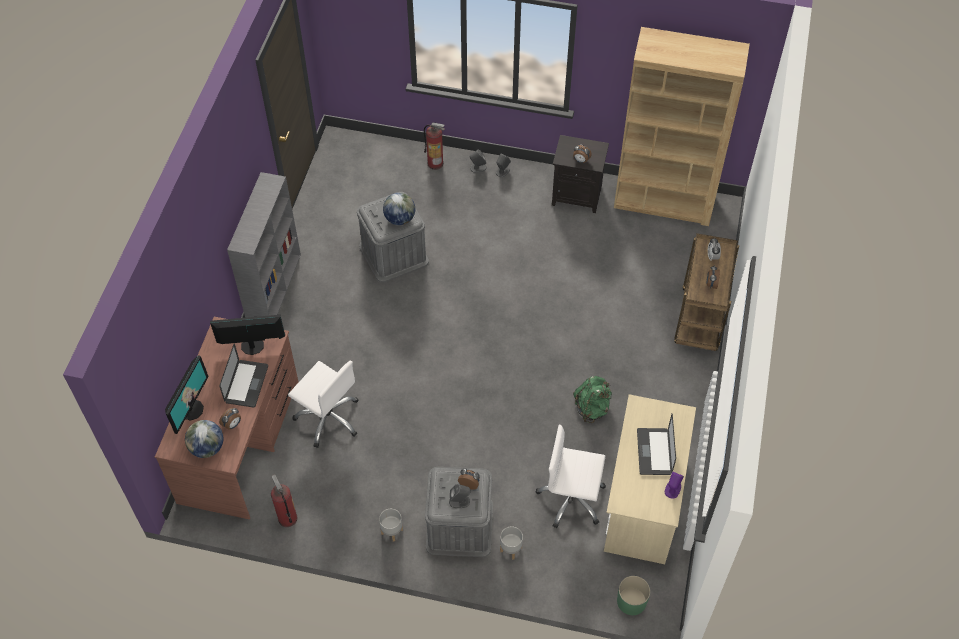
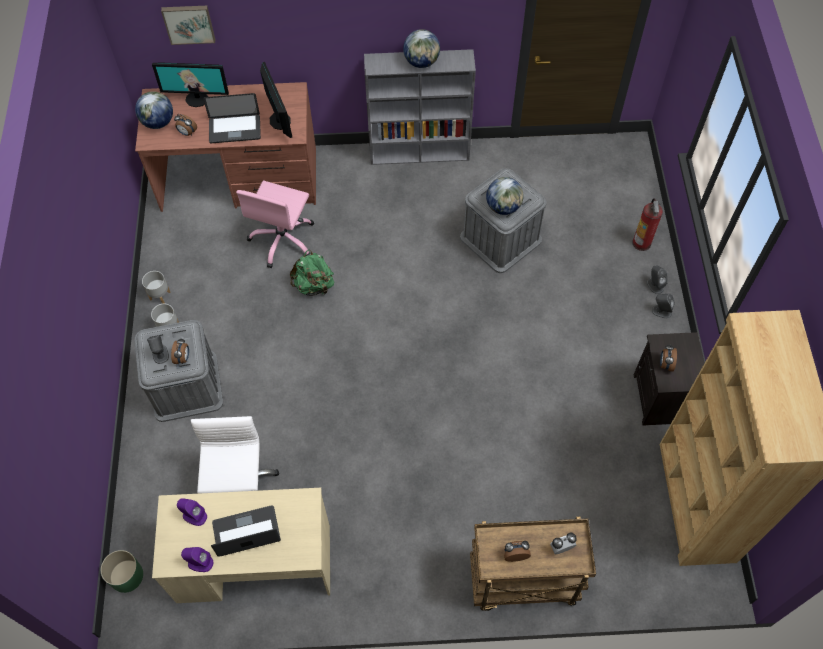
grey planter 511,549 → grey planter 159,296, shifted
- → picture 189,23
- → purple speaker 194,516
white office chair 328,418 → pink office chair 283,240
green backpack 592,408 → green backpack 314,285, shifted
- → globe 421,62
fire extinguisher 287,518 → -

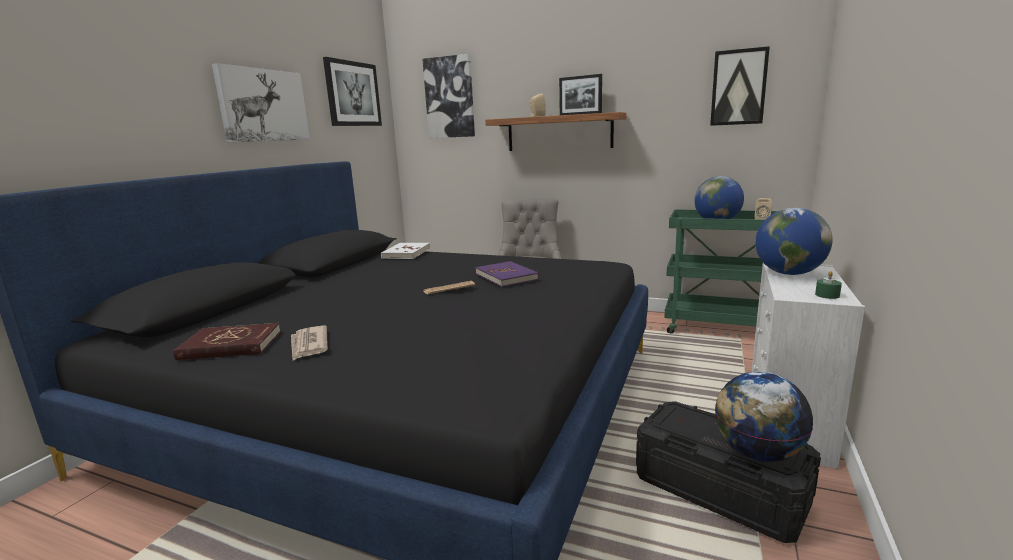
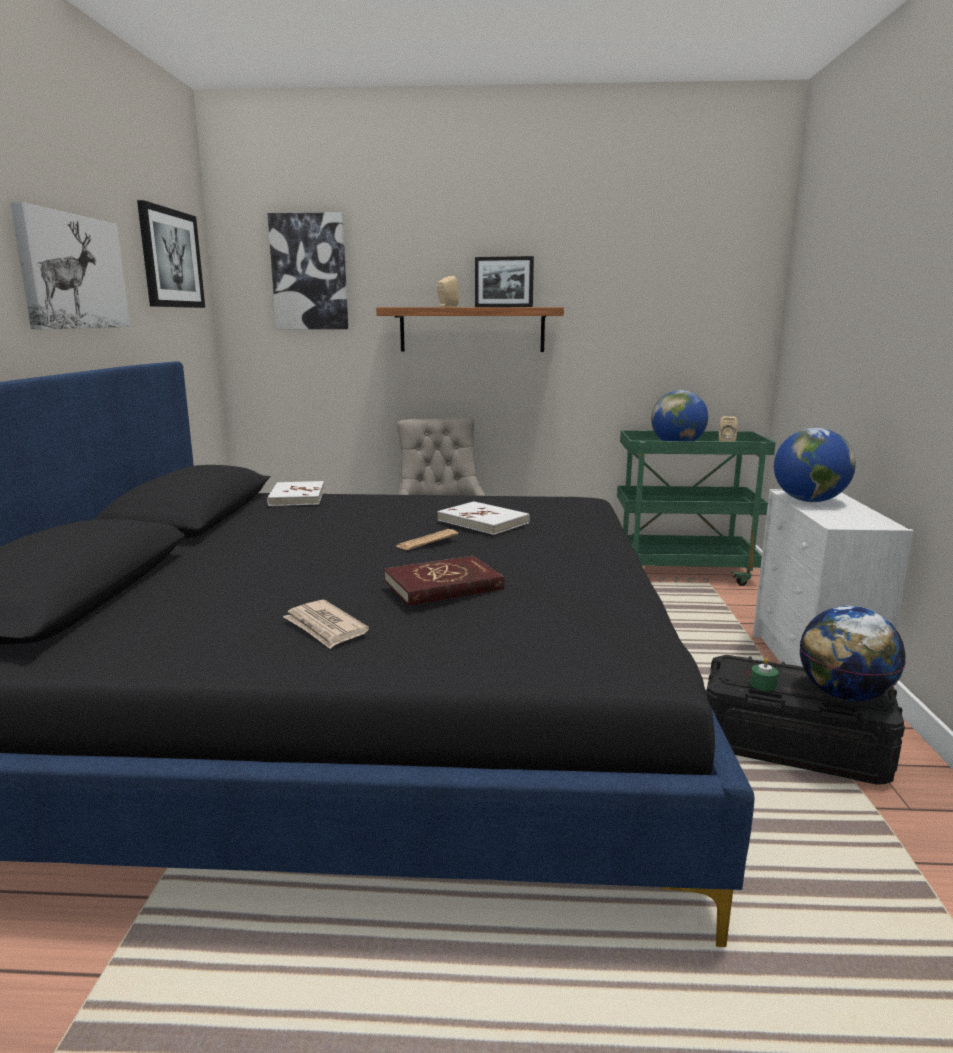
red book 230,345 → red book 443,585, shifted
purple book 506,277 → white book 483,522
green candle 827,295 → green candle 763,685, shifted
picture 738,87 → -

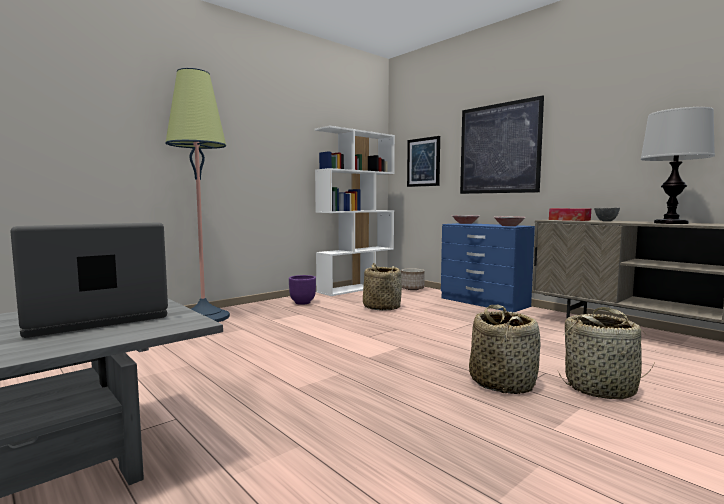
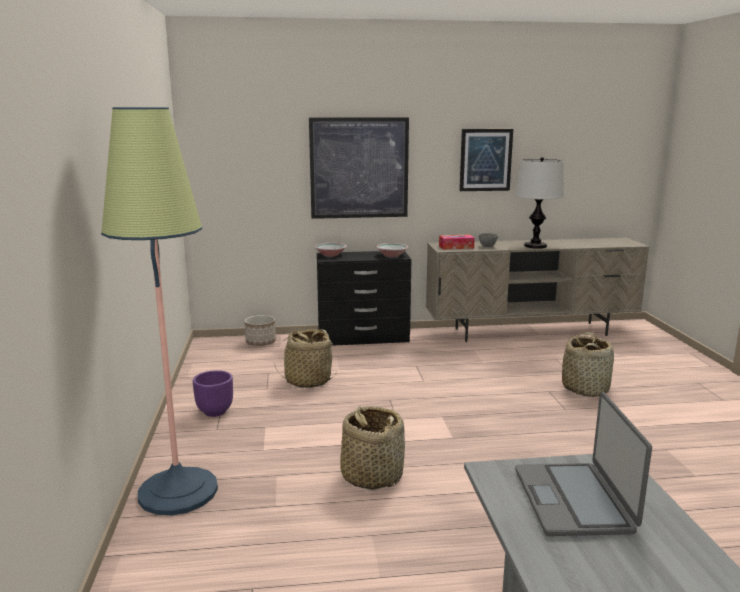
blue dresser 484,302 → black dresser 363,338
basket 502,382 → basket 371,475, shifted
picture 423,162 → picture 485,160, shifted
white bookcase 356,288 → -

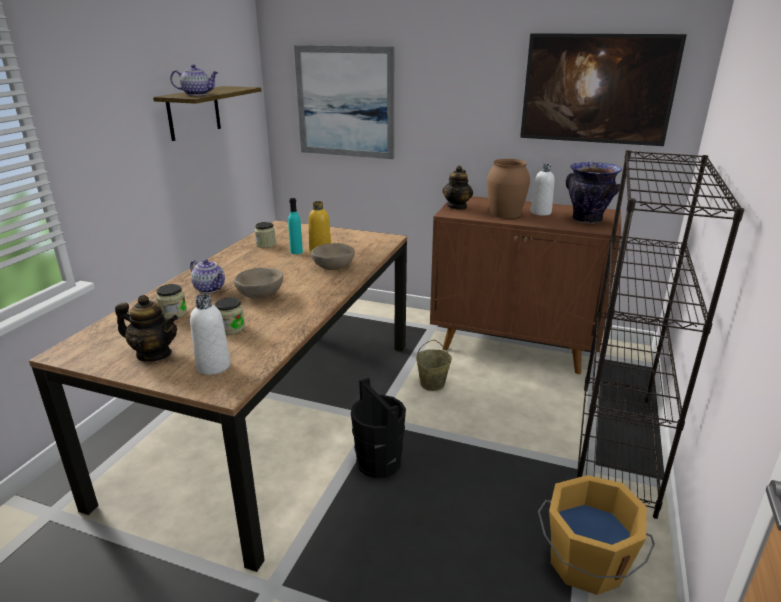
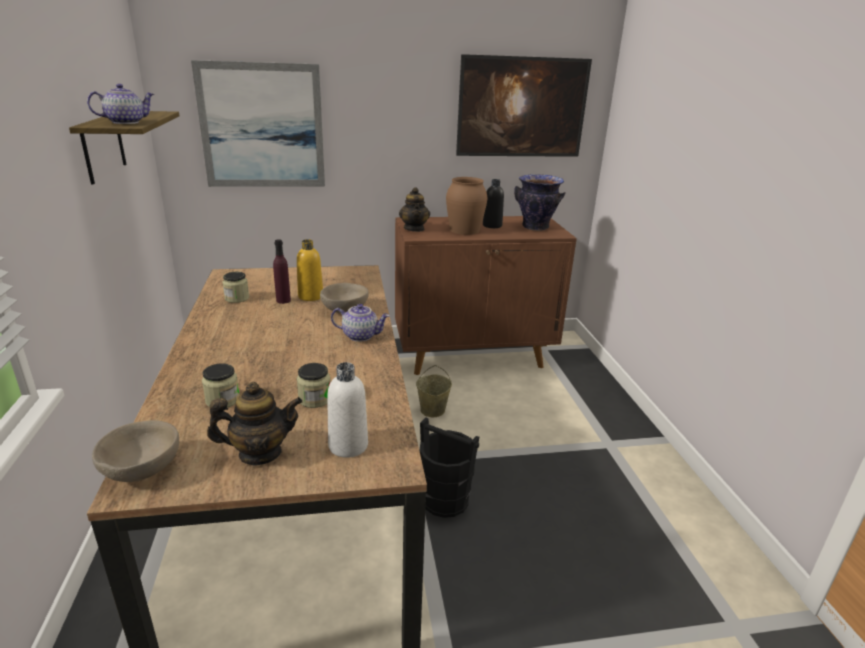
beige bowl 261,295 → beige bowl 142,469, shifted
turquoise bottle 296,252 → purple bottle 283,300
teapot 210,288 → teapot 361,336, shifted
white bottle 540,212 → black bottle 492,225
orange bucket 586,564 → -
black bookcase 616,445 → -

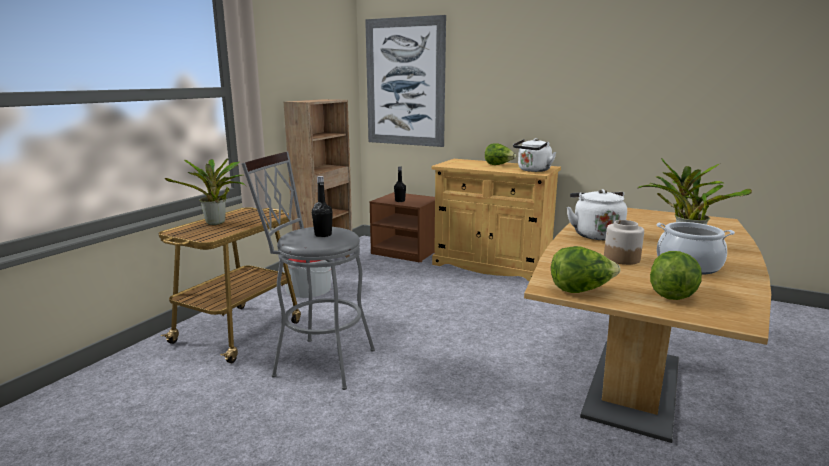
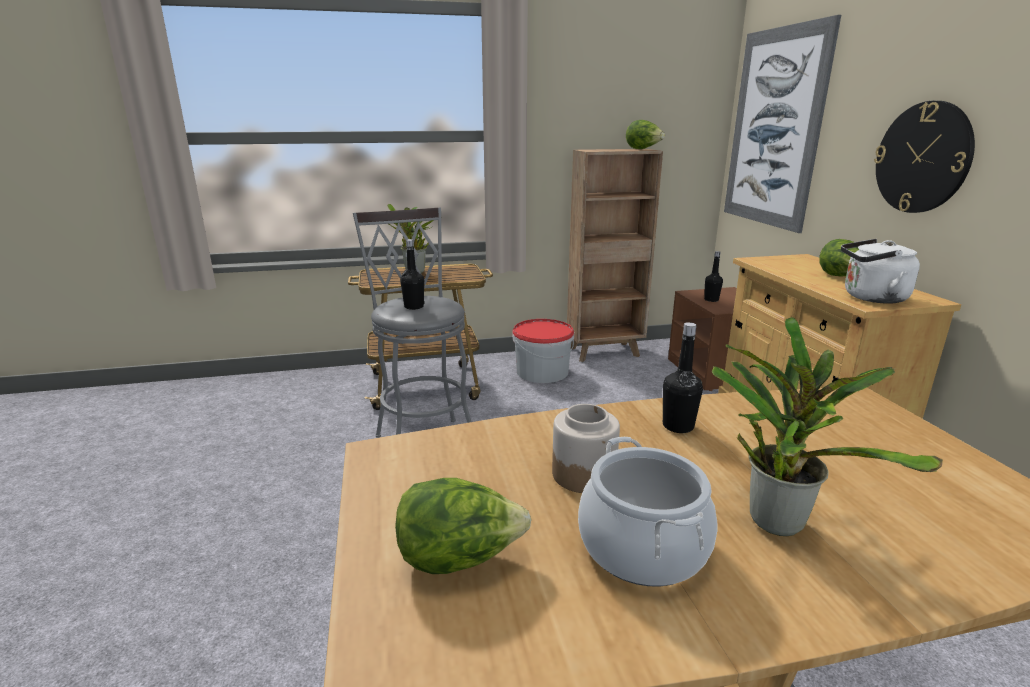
lettuce 581,290 → lettuce 643,149, shifted
white kettle 595,234 → black bottle 678,426
- → wall clock 922,158

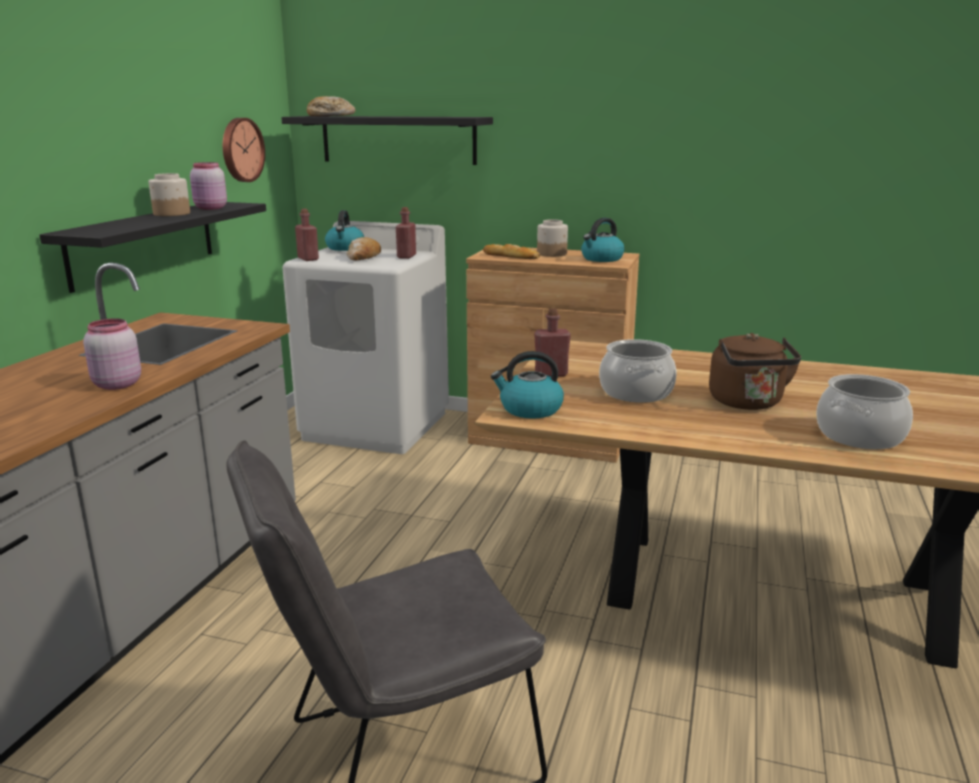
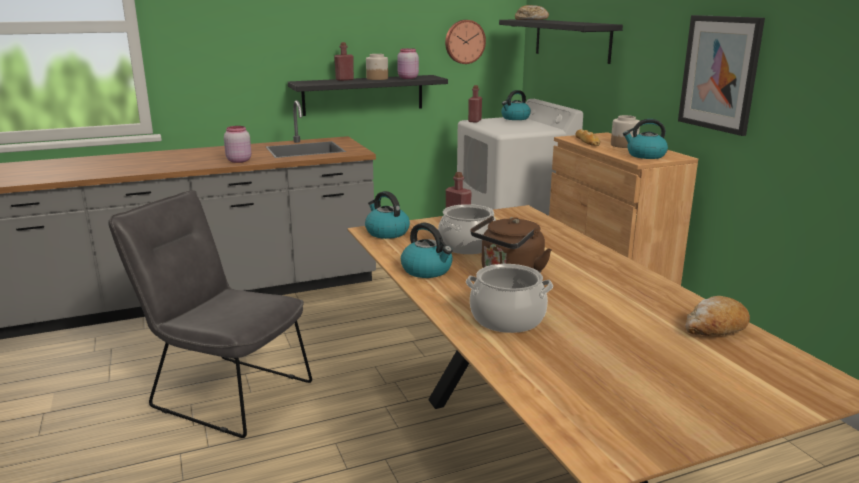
red bottle 406,256 → red bottle 344,80, shifted
- → kettle 427,270
- → picture 719,73
bread 363,258 → bread 715,328, shifted

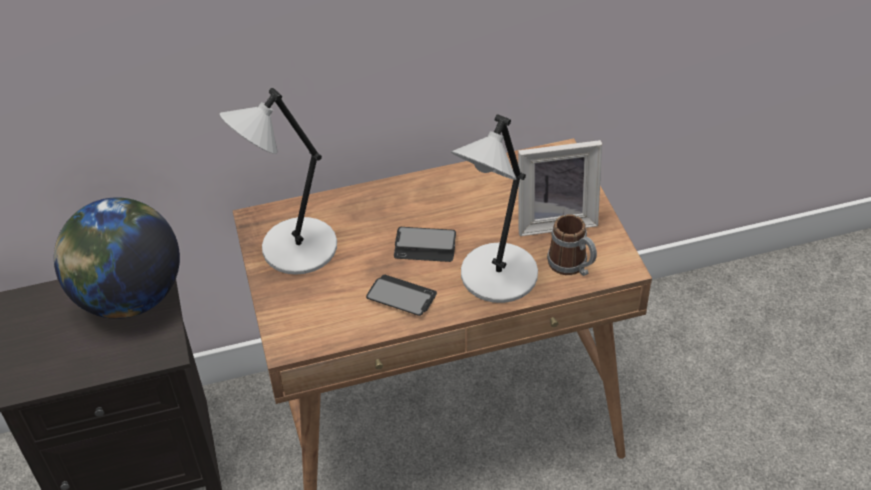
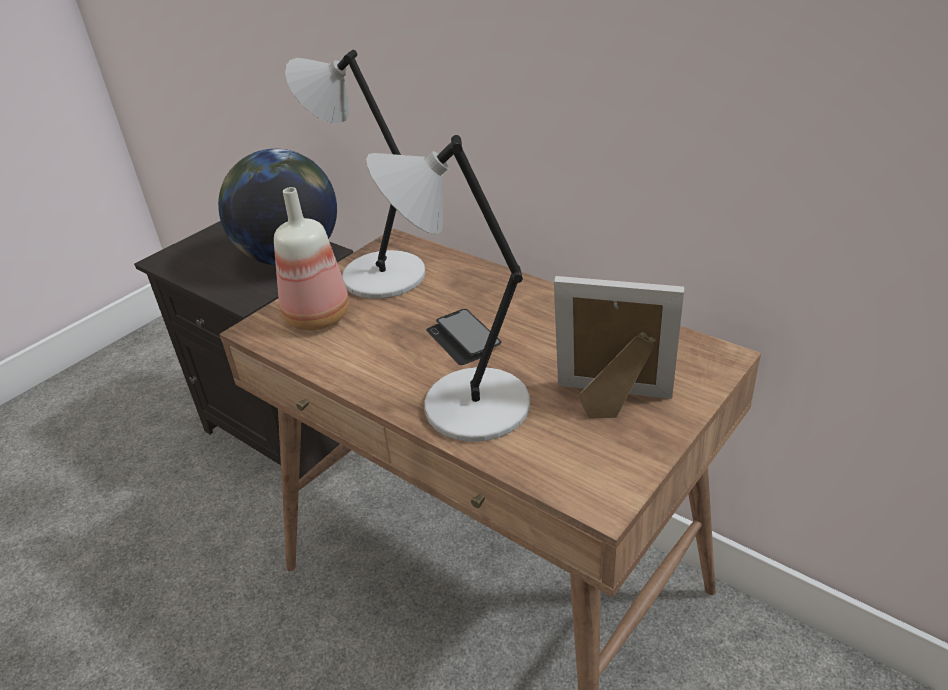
- → bottle 315,317
picture frame 555,219 → picture frame 611,403, 150 degrees clockwise
phone 401,296 → -
mug 572,266 → -

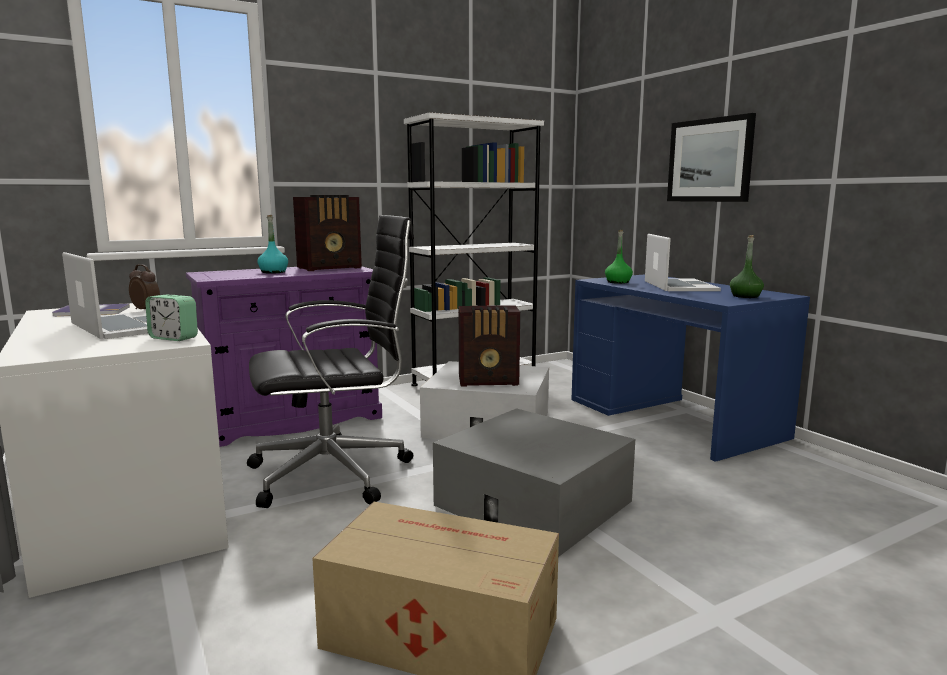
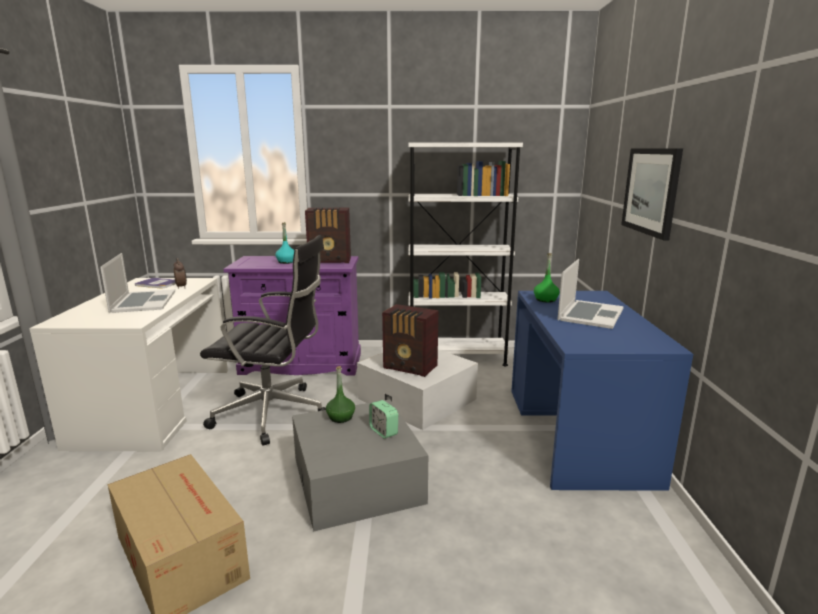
green bottle 745,296 → green bottle 340,417, shifted
alarm clock 173,338 → alarm clock 383,431, shifted

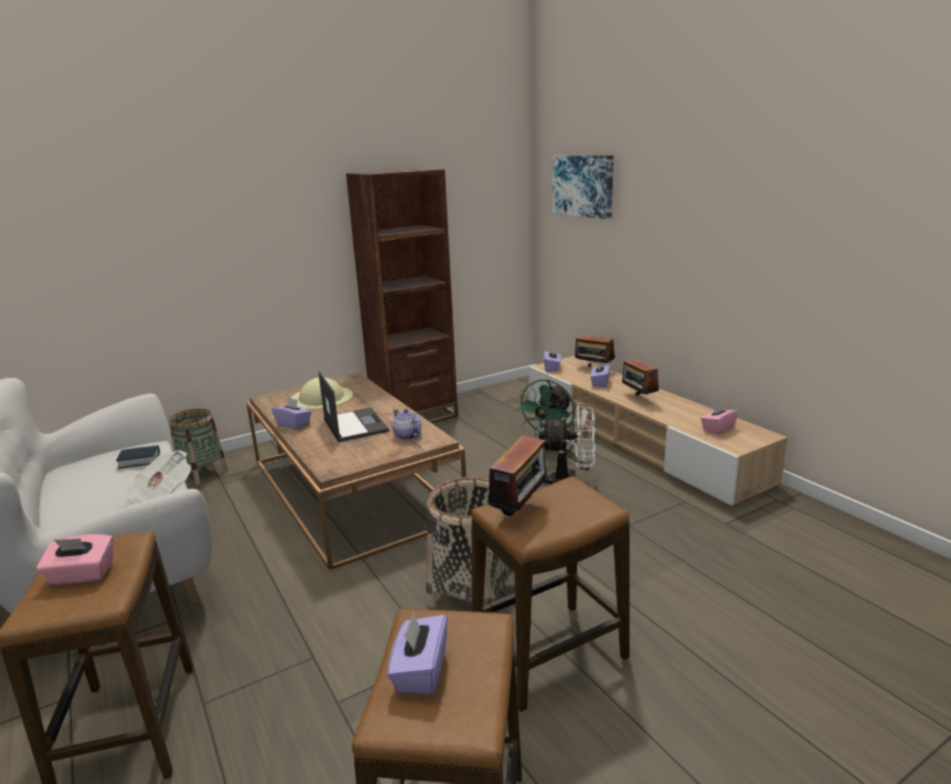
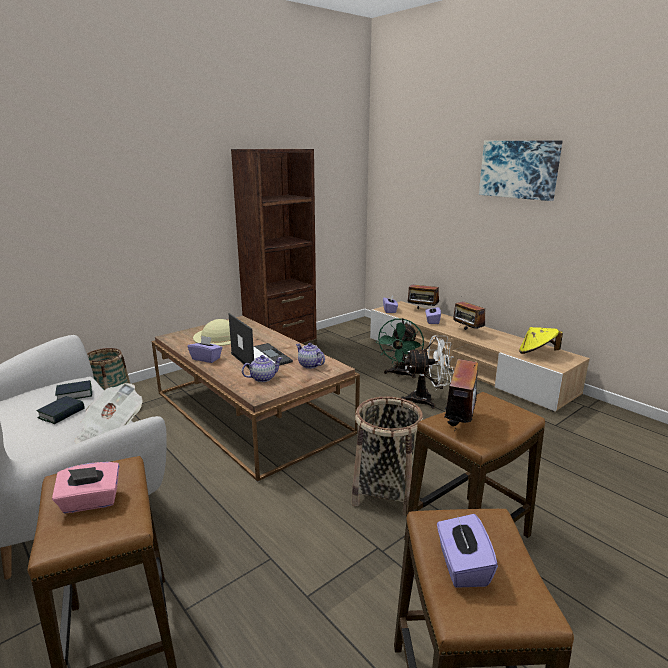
- → book 61,413
- → teapot 263,378
picture 583,186 → picture 519,169, shifted
pink tissue box 717,428 → yellow hat 537,353

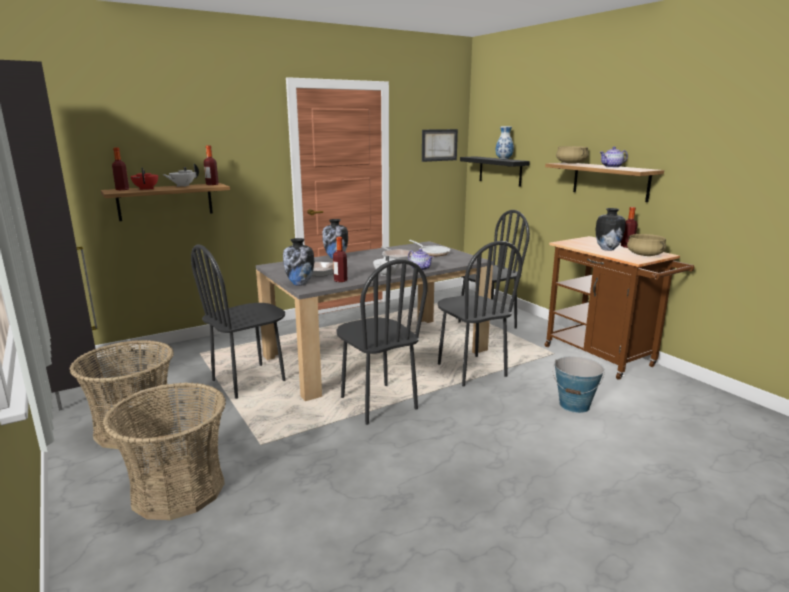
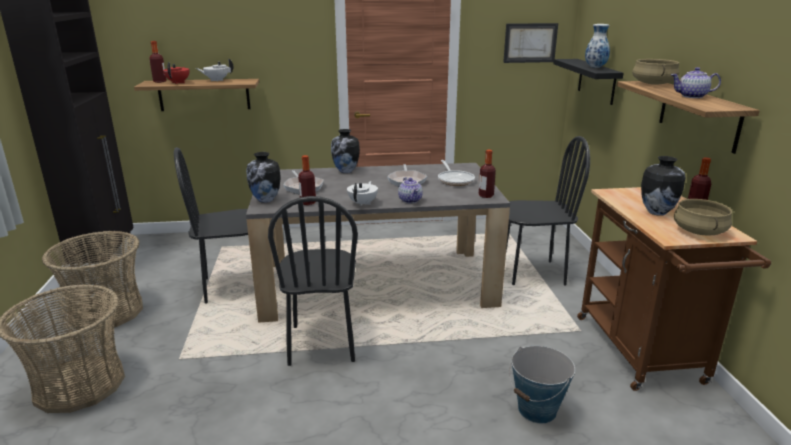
bottle 212,184 → bottle 486,195, shifted
black chair 471,370 → -

